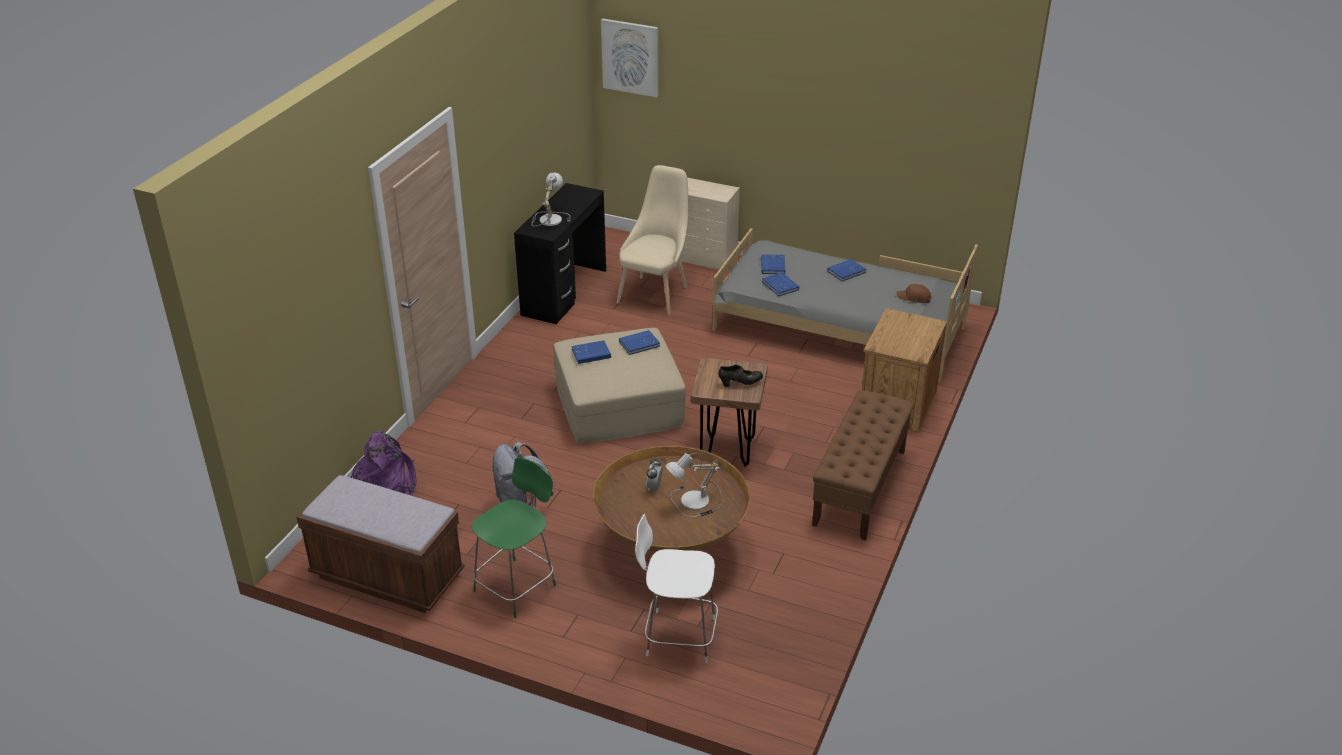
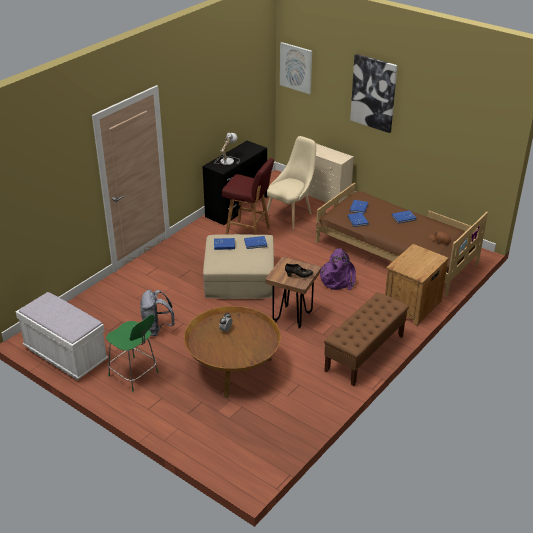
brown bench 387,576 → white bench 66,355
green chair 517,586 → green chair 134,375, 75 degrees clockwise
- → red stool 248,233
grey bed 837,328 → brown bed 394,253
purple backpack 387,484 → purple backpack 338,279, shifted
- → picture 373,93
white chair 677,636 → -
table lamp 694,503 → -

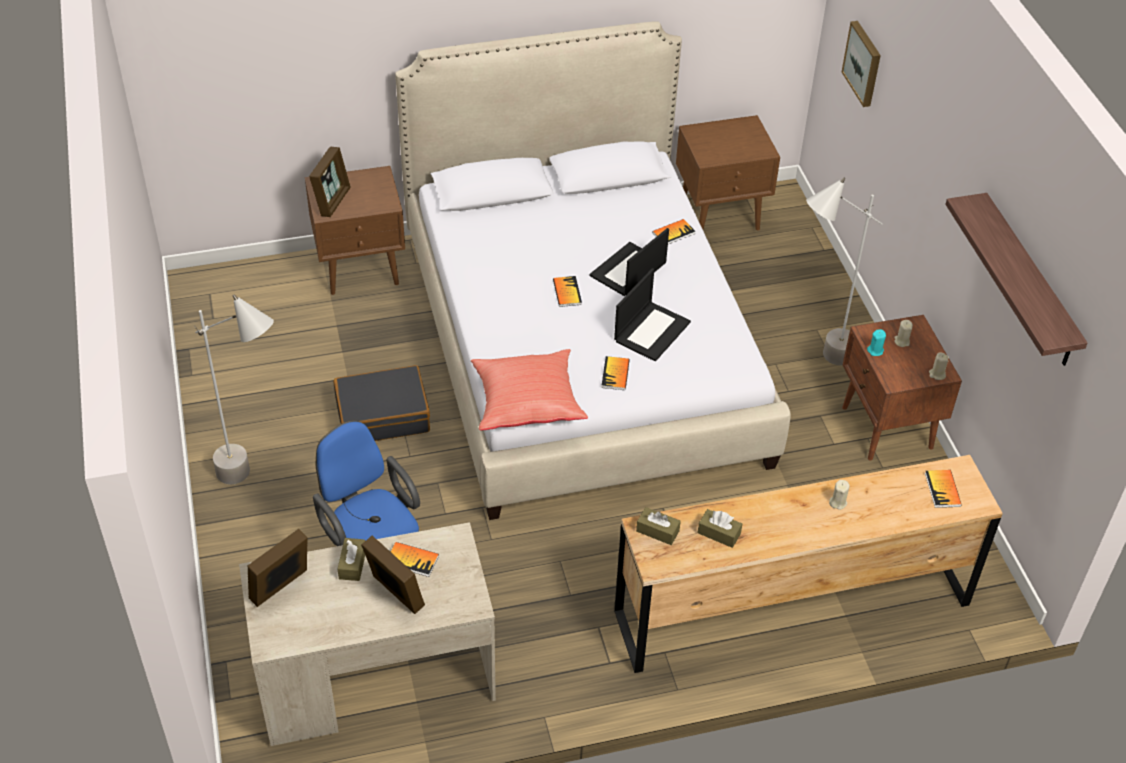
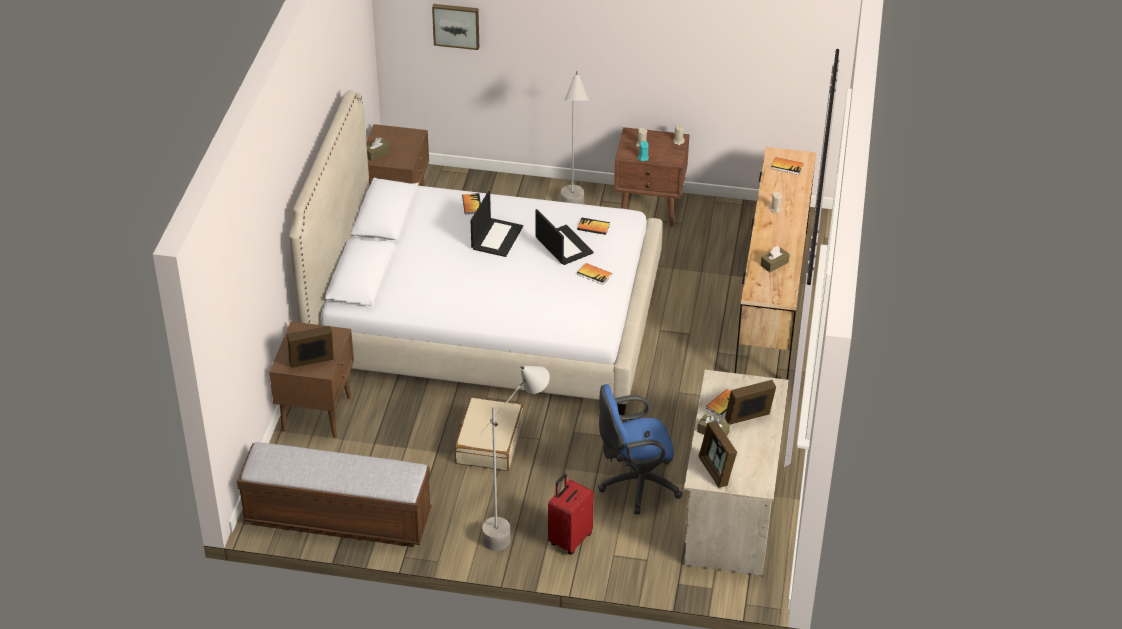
- → bench 337,518
picture frame 332,201 → picture frame 312,363, 60 degrees counterclockwise
brown tissue box 657,531 → brown tissue box 377,154, shifted
black suitcase 382,415 → beige suitcase 488,442
laptop 628,271 → laptop 496,237, 135 degrees counterclockwise
- → red suitcase 569,539
book 567,292 → book 593,227, shifted
red pillow 526,403 → -
shelf 1029,282 → -

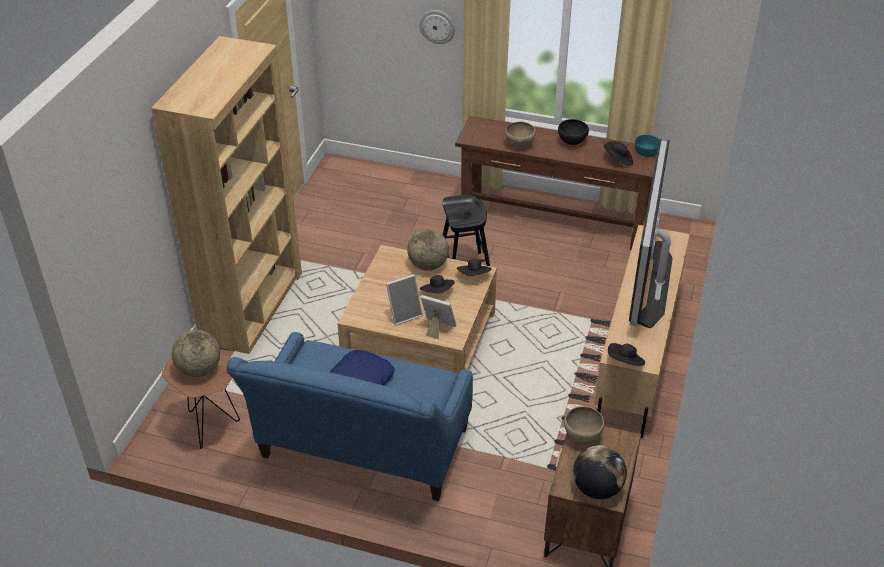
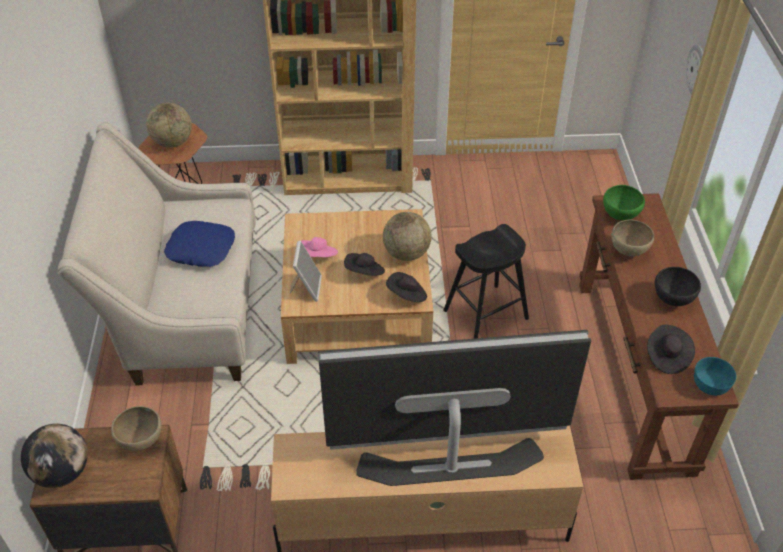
blue sofa 361,451 → beige sofa 185,309
picture frame 404,314 → pink hat 318,256
- → green bowl 620,215
black hat 625,362 → -

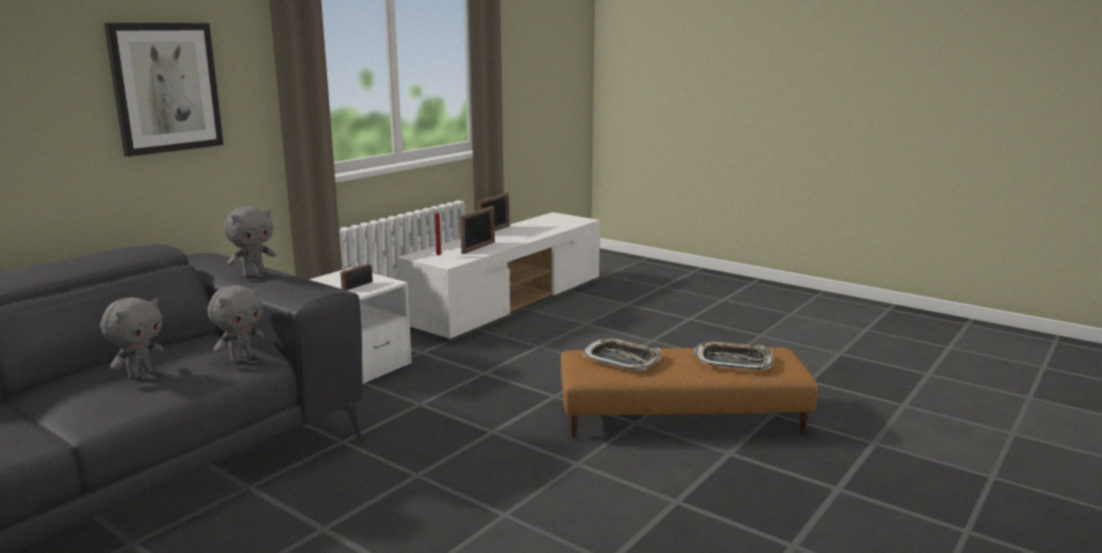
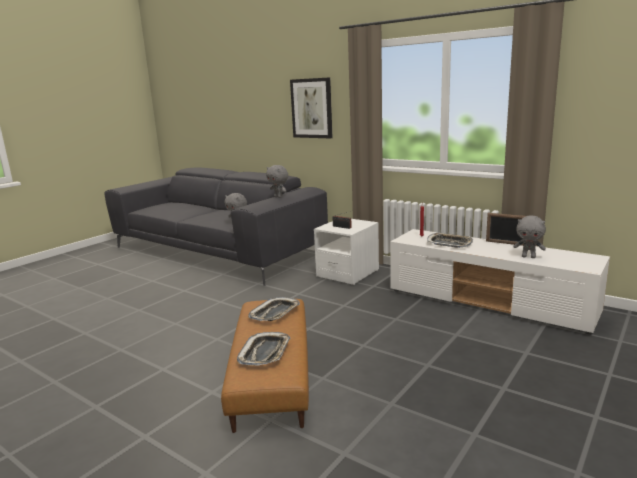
picture frame 478,248 → tray 449,243
grey plush toy 140,375 → grey plush toy 528,257, shifted

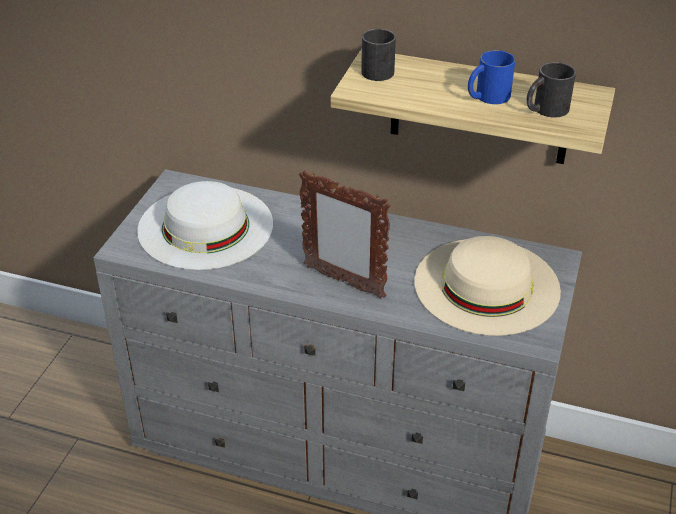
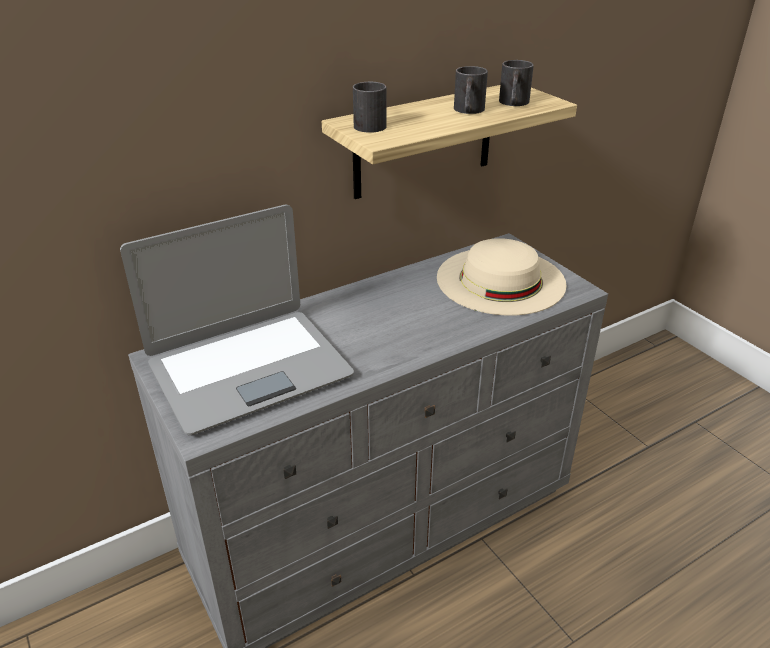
white hat 205,226 → laptop 248,369
blue mug 487,97 → black mug 468,111
picture frame 343,282 → -

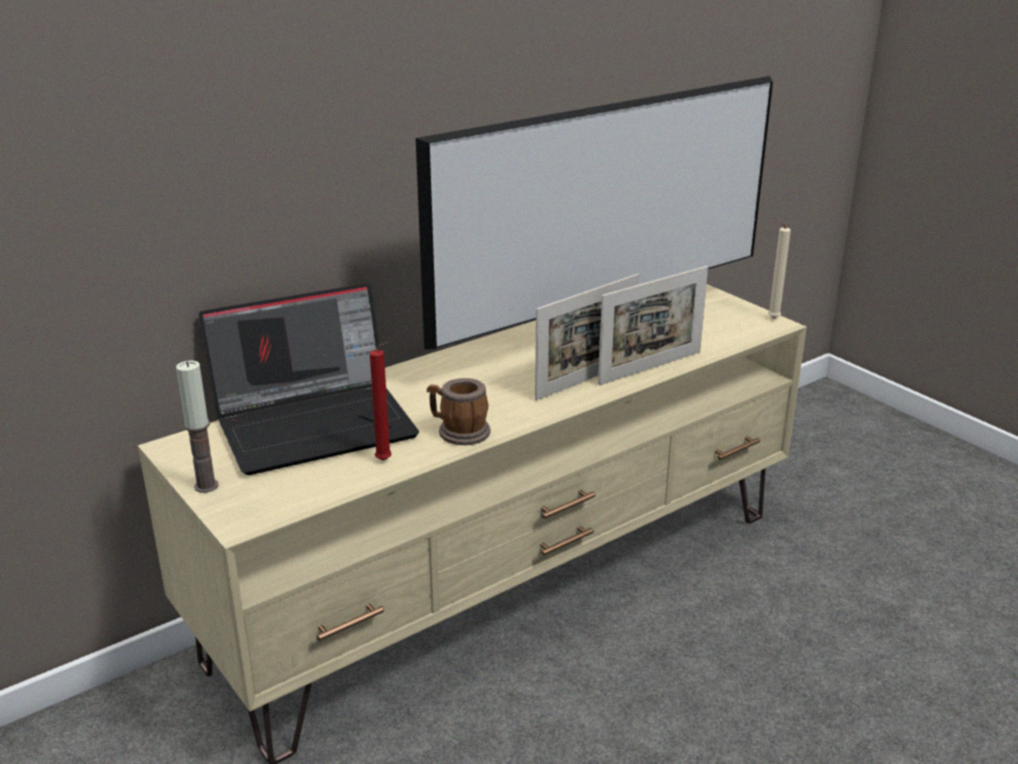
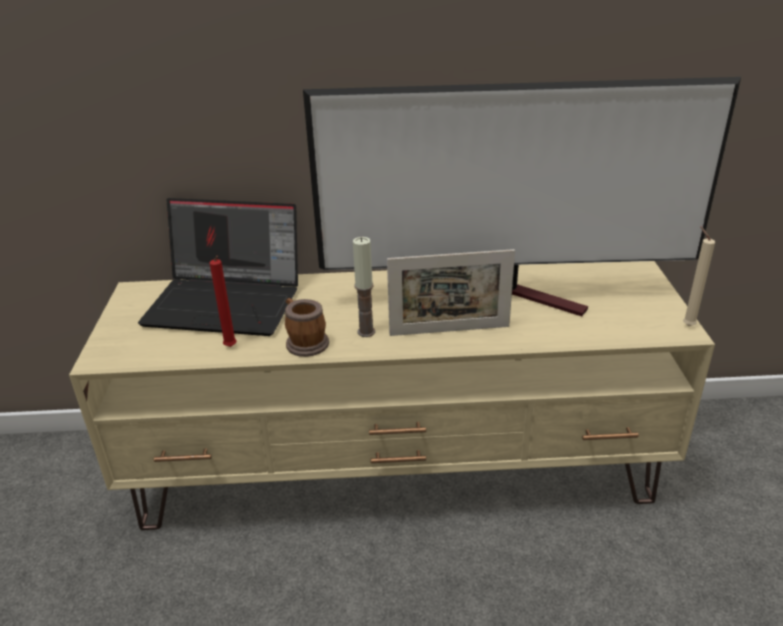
candle 206,486 → candle 366,332, shifted
picture frame 650,368 → -

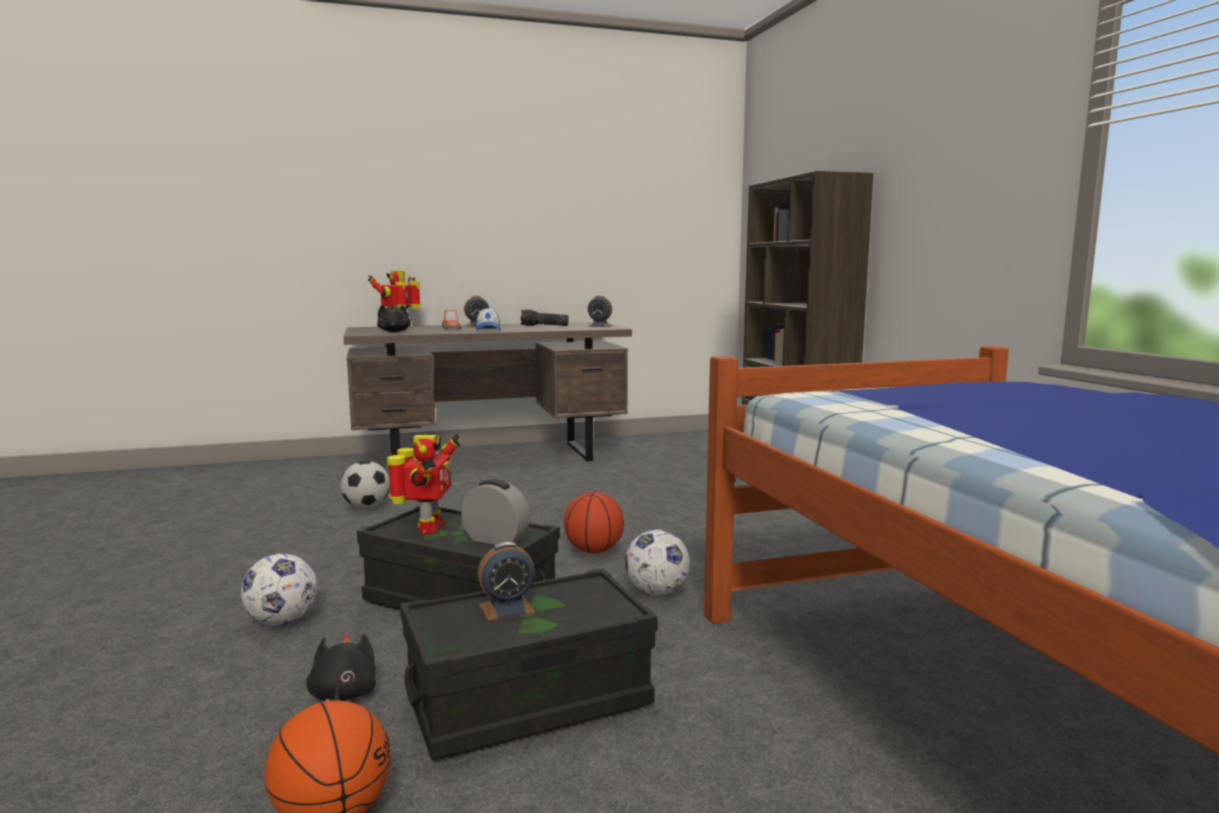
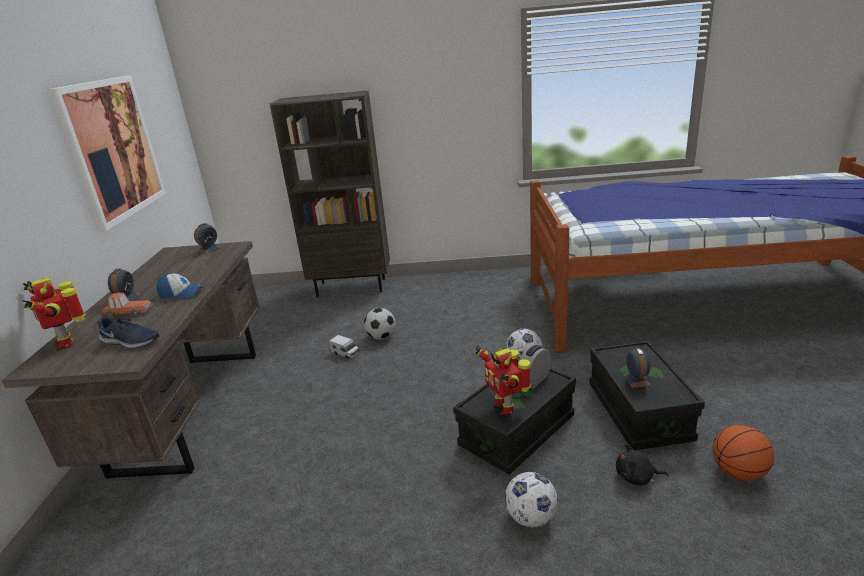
- → picture 113,149
black plush toy 394,332 → blue shoe 130,342
- → toy truck 345,353
football 366,507 → football 381,337, shifted
toy robot 428,528 → toy robot 505,406, 135 degrees counterclockwise
flashlight 544,326 → -
basketball 593,551 → -

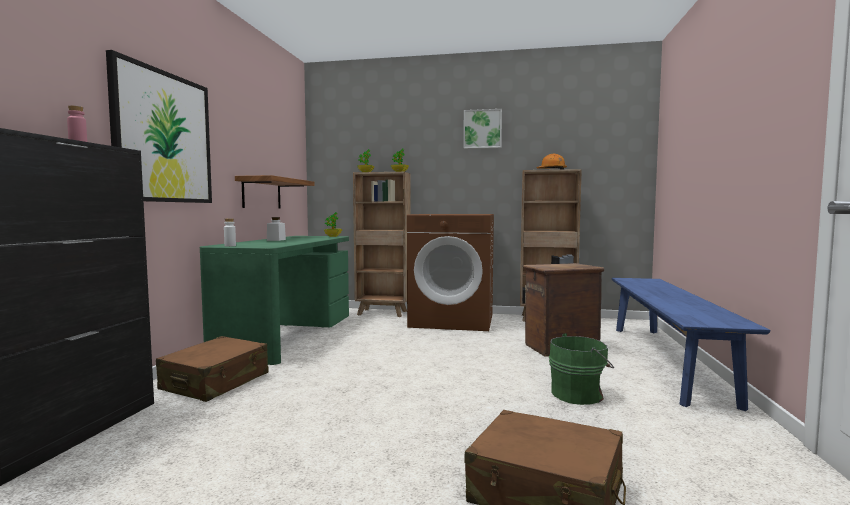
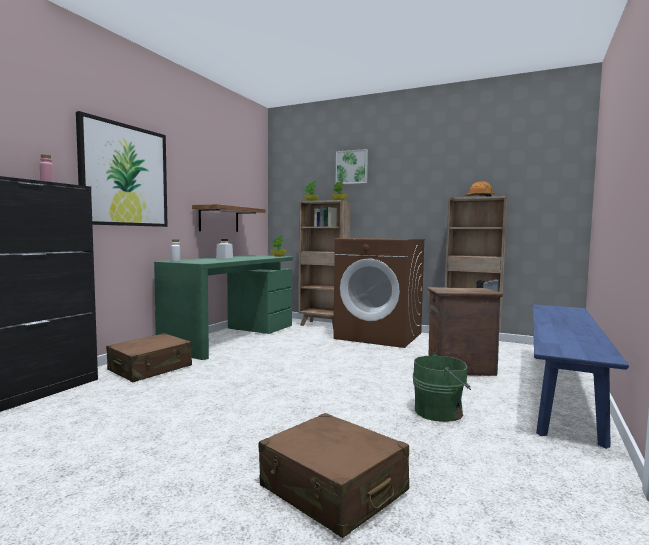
picture 482,129 → picture 352,167, shifted

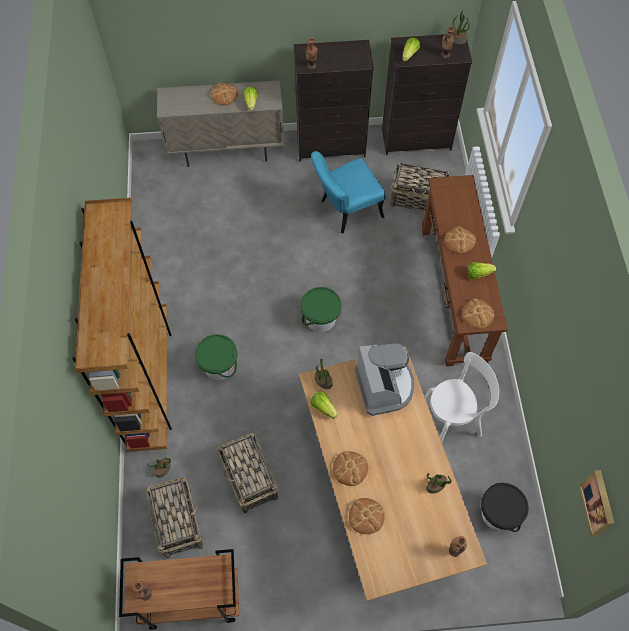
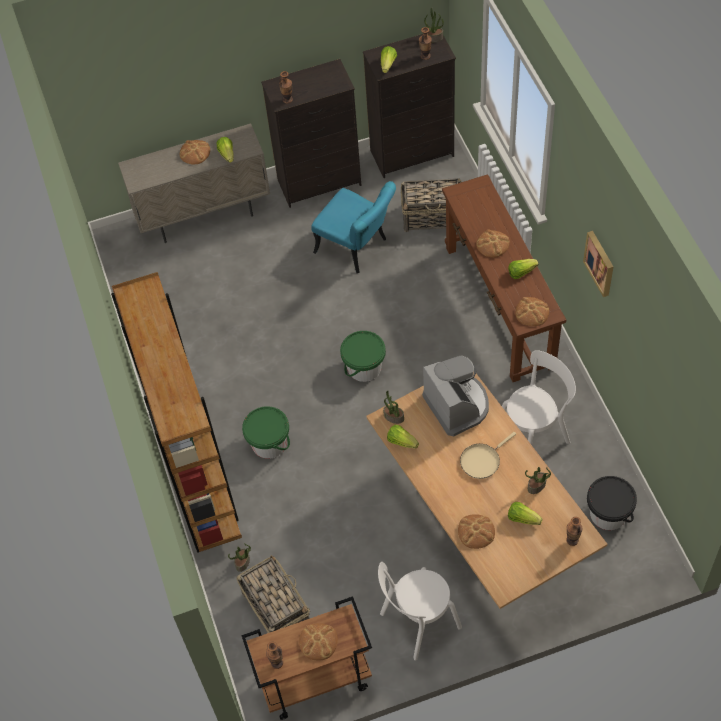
bread 350,468 → bread 318,642, shifted
turquoise chair 345,211 → turquoise chair 357,248, 105 degrees counterclockwise
- → white chair 417,622
- → beige frying pan 482,460
- → lettuce 522,518
picture 599,503 → picture 600,263, shifted
basket 250,479 → -

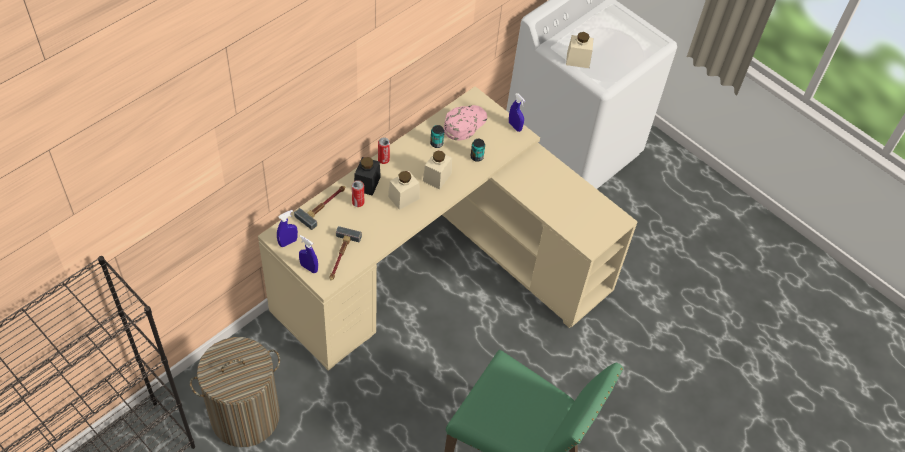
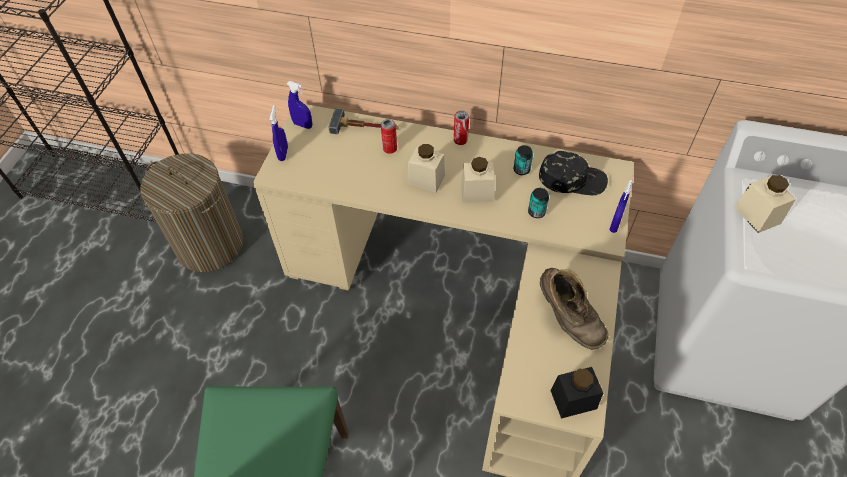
pink cap 464,123 → black cap 572,178
- → brown boot 567,319
black jar 367,183 → black jar 573,399, shifted
hammer 340,257 → -

